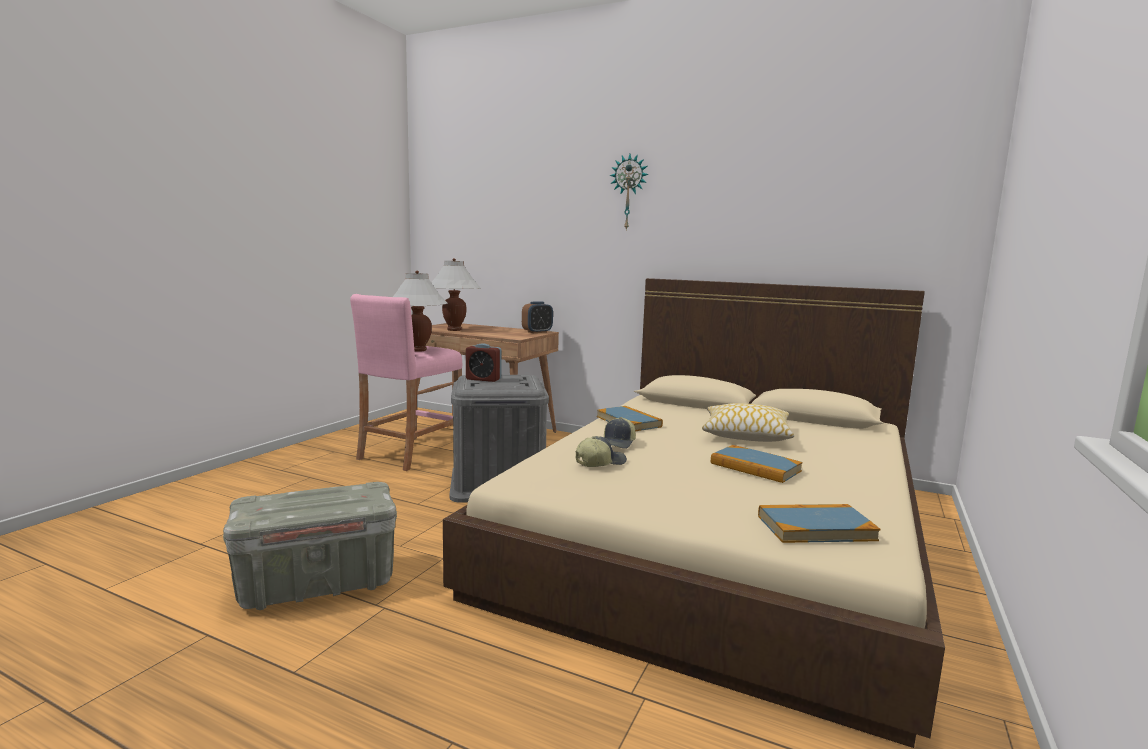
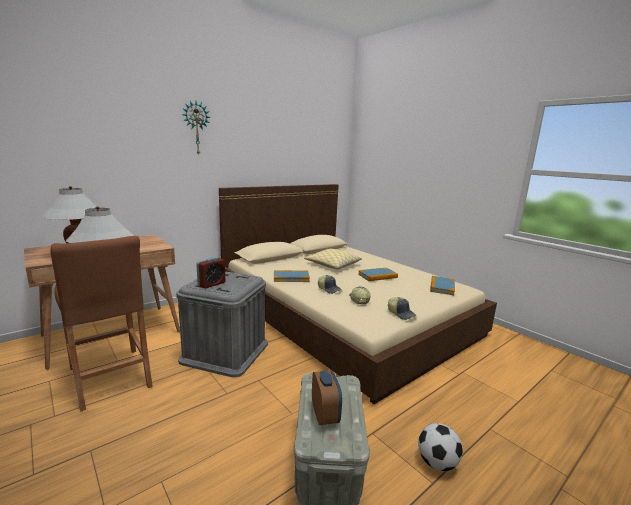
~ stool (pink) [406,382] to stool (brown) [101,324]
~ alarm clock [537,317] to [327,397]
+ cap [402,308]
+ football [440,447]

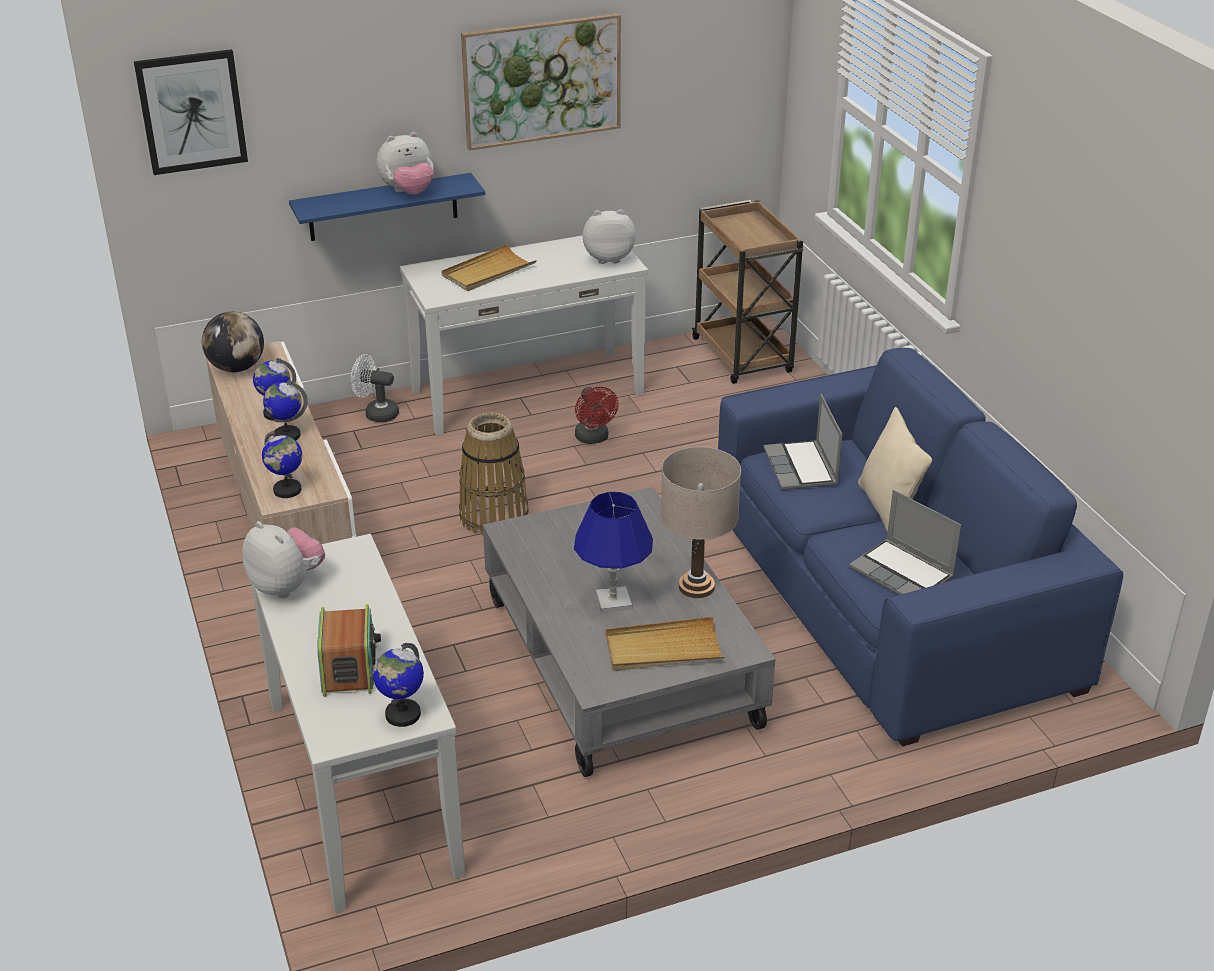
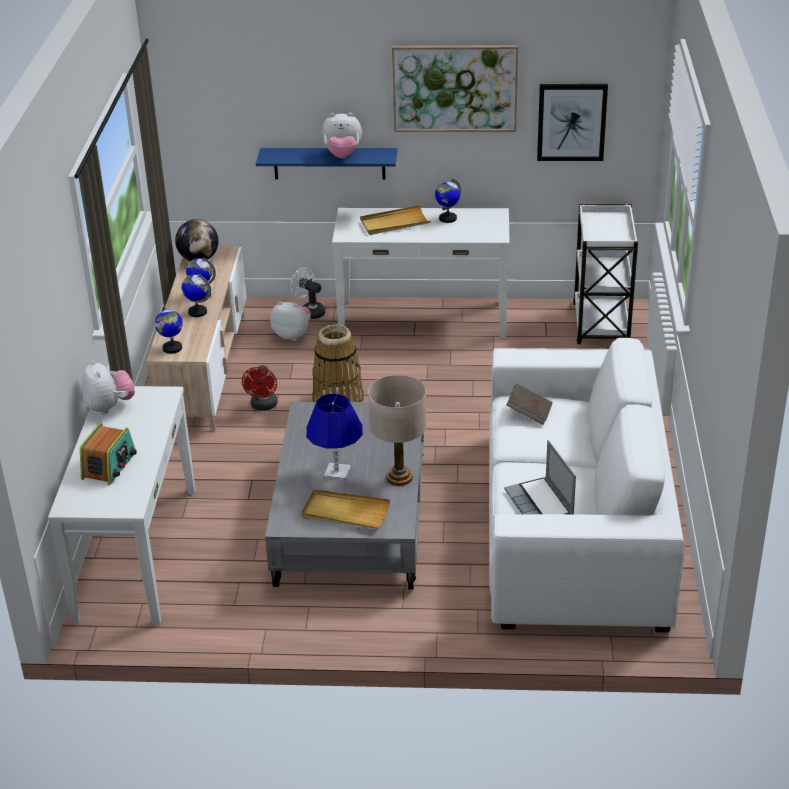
~ fan (red) [597,415] to [259,387]
~ plush toy [609,237] to [290,321]
~ globe [398,685] to [448,201]
~ sofa (blue) [920,547] to sofa (white) [587,485]
~ laptop [803,442] to book (brown) [529,404]
~ picture [191,112] to [572,122]
~ cart (brown) [747,292] to cart (white) [605,273]
- pillow (beige) [895,469]

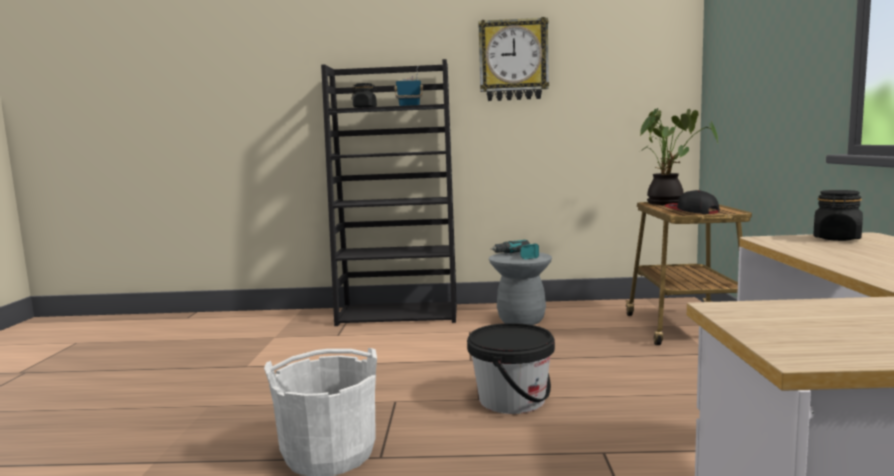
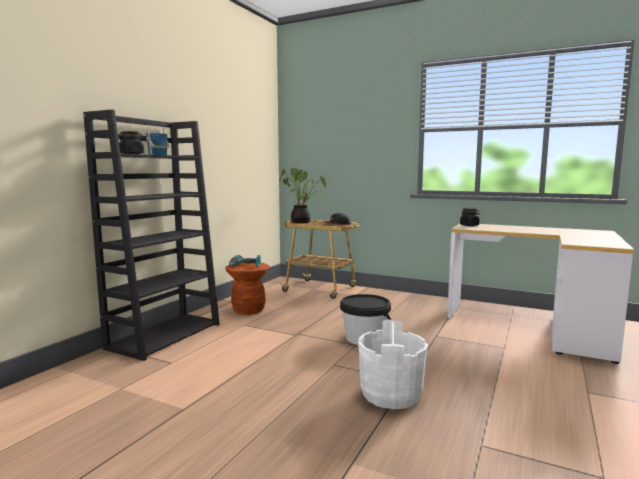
~ stool (grey) [520,288] to stool (brown) [247,288]
- wall clock [513,59]

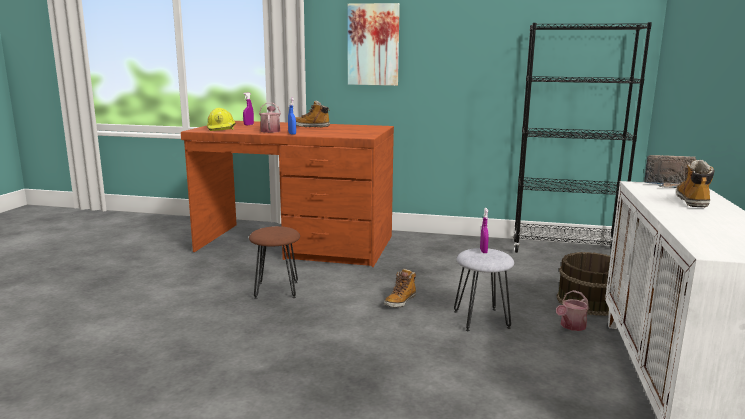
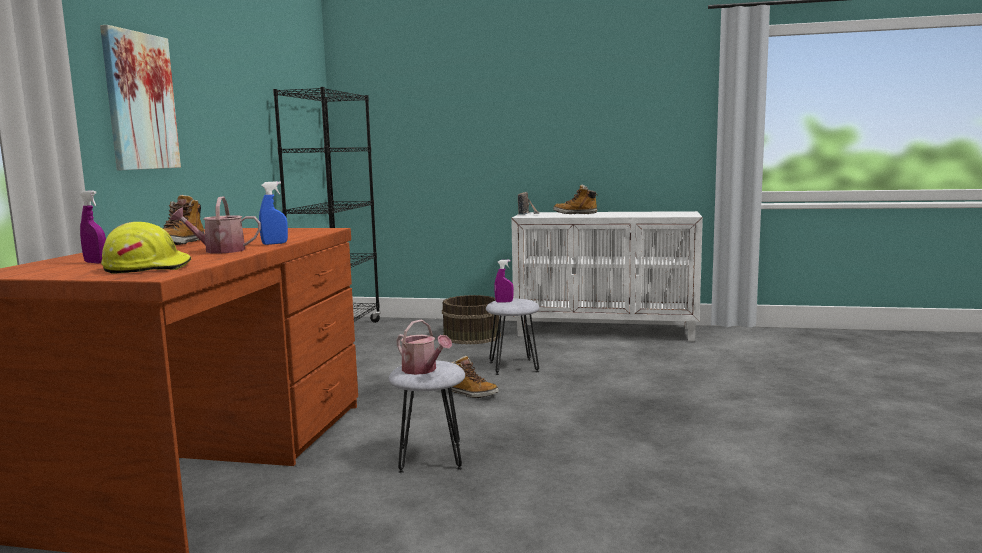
~ stool (brown) [274,262] to stool (grey) [427,416]
~ watering can [572,310] to [424,347]

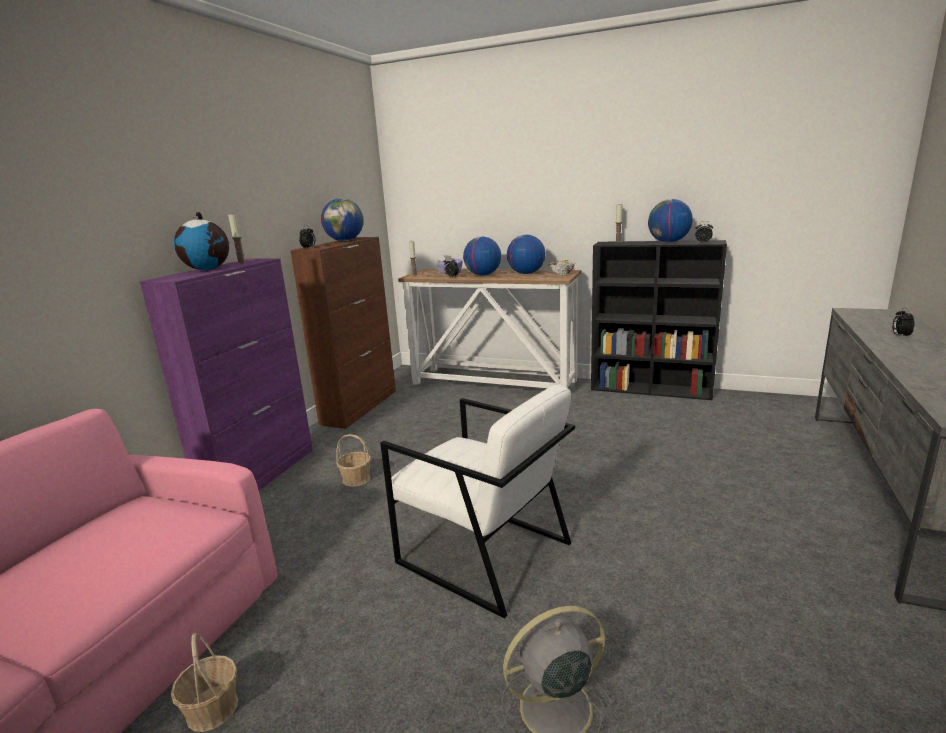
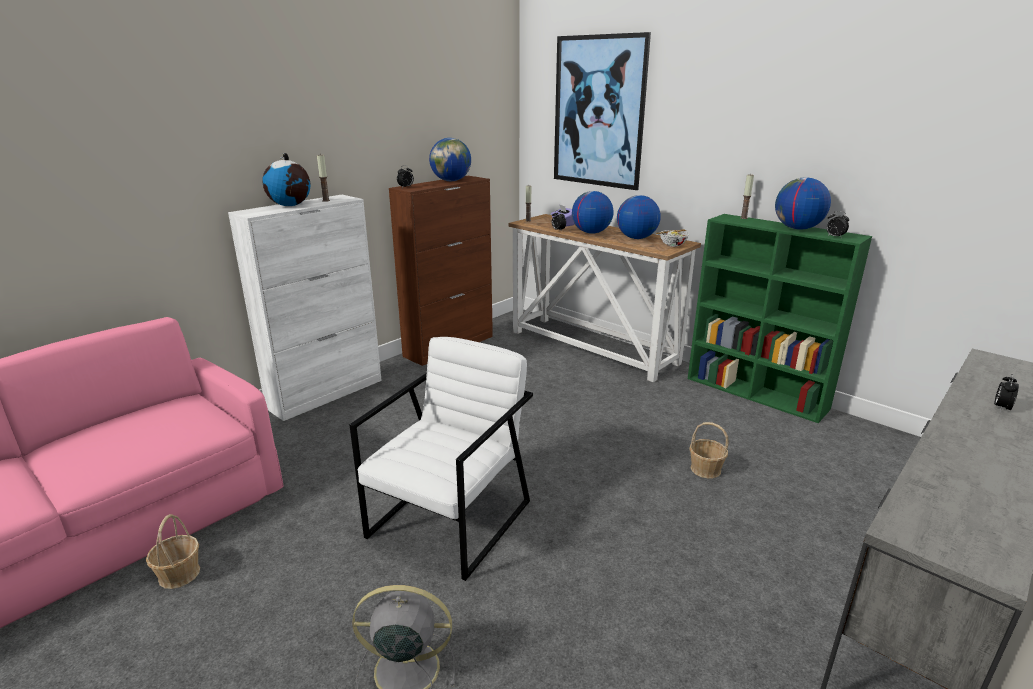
~ cabinet (purple) [226,374] to cabinet (white) [305,308]
~ armchair (white) [477,501] = [441,459] 120 degrees counterclockwise
+ picture [602,111]
~ bookcase (black) [659,320] to bookcase (green) [780,318]
~ basket [353,460] to [709,450]

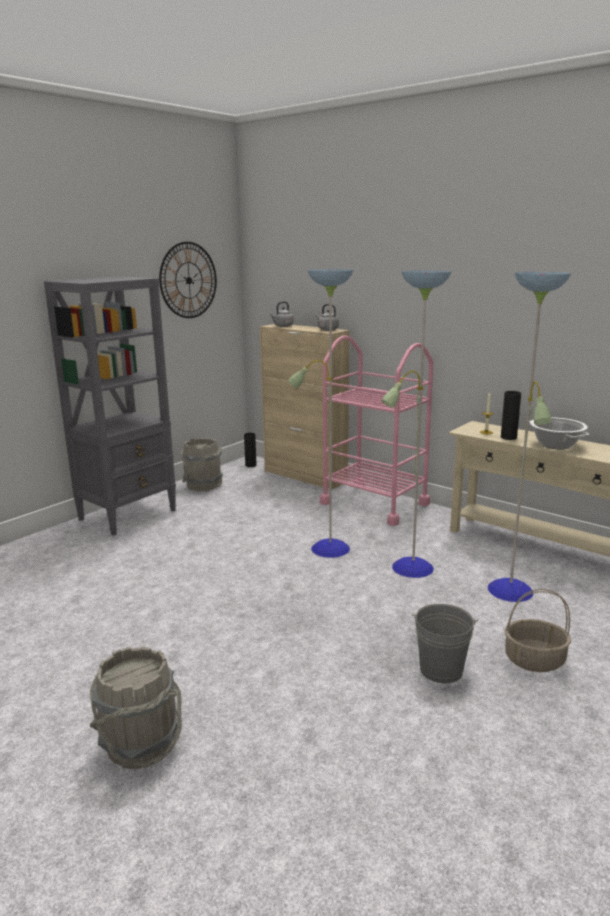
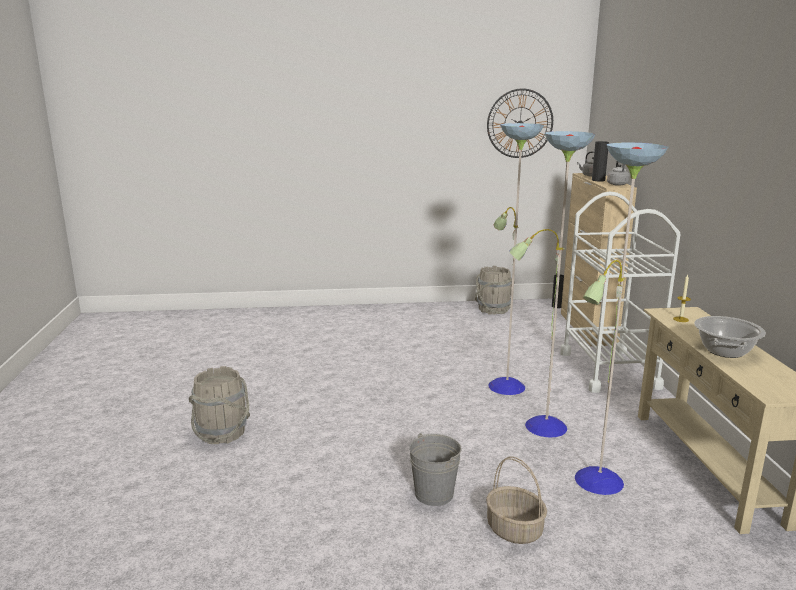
~ cart (pink) [377,431] to cart (white) [620,292]
~ vase (black) [511,415] to [600,161]
- bookcase (grey) [110,406]

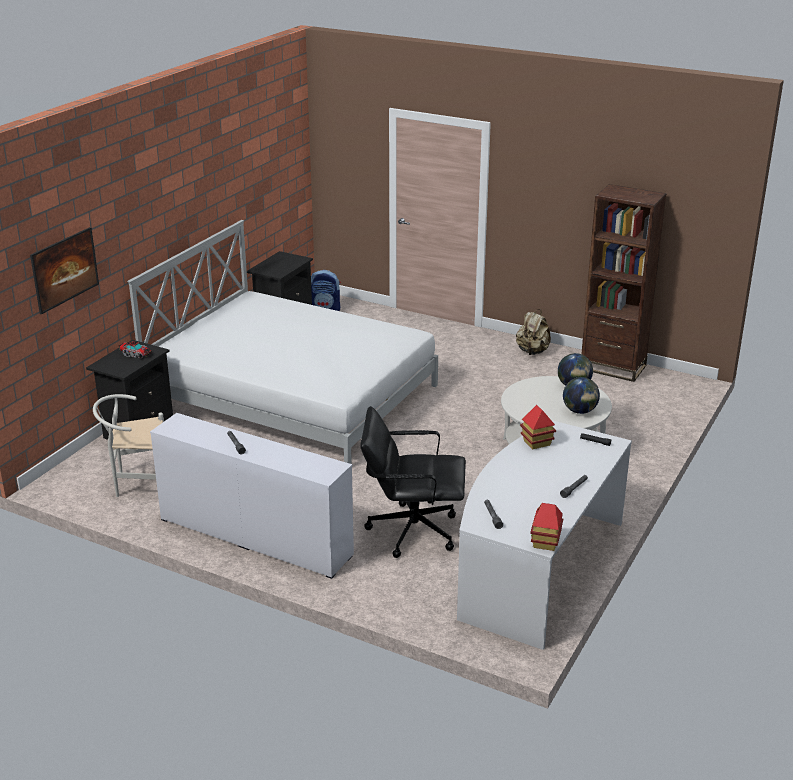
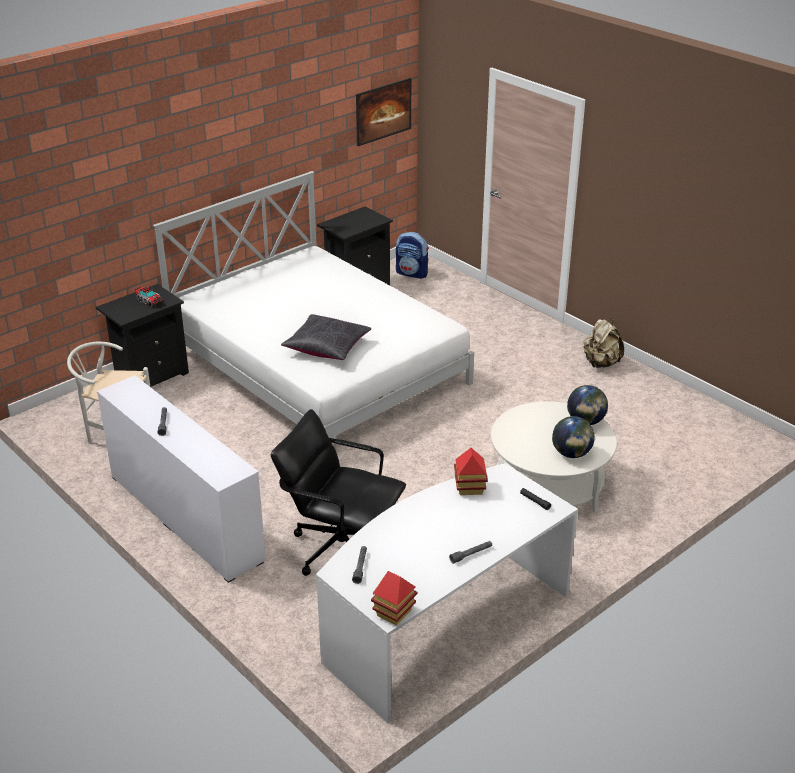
+ pillow (black) [326,337]
~ picture [64,270] to [383,112]
- bookcase (brown) [624,283]

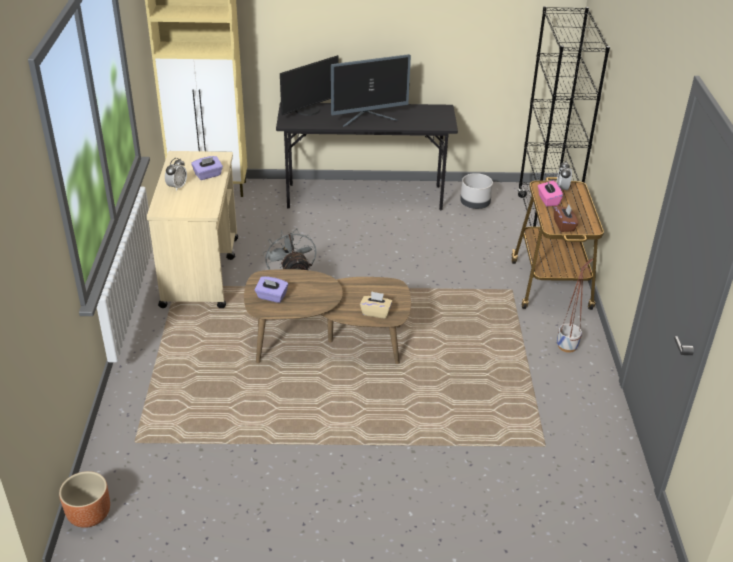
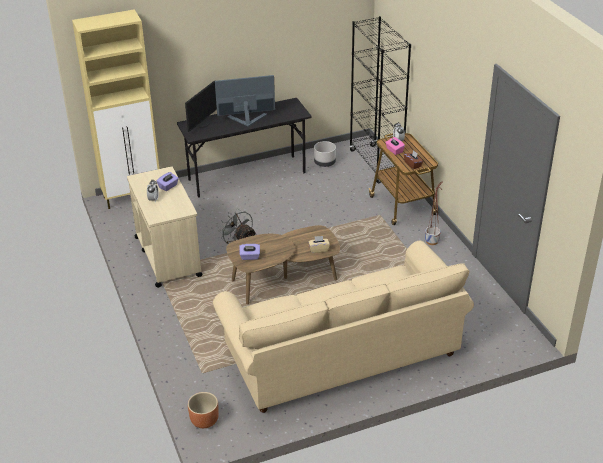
+ sofa (beige) [343,327]
~ monitor [371,90] = [245,101] 150 degrees counterclockwise

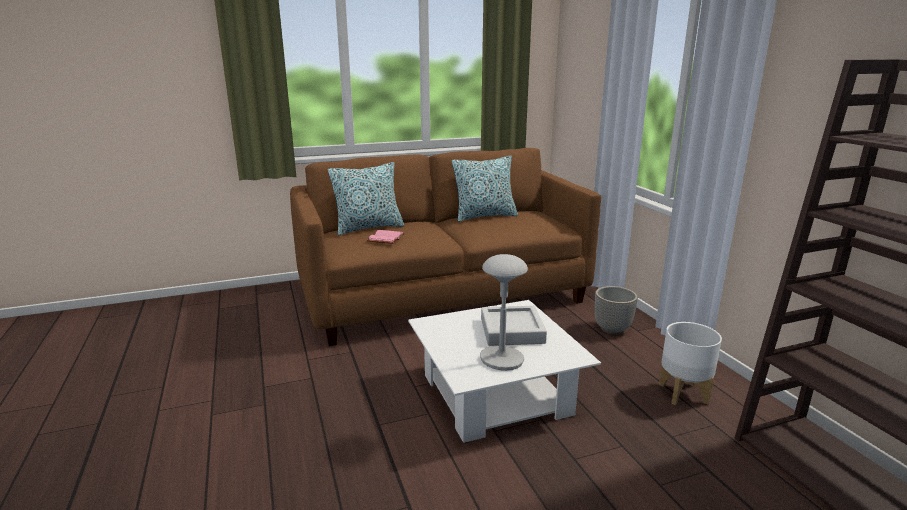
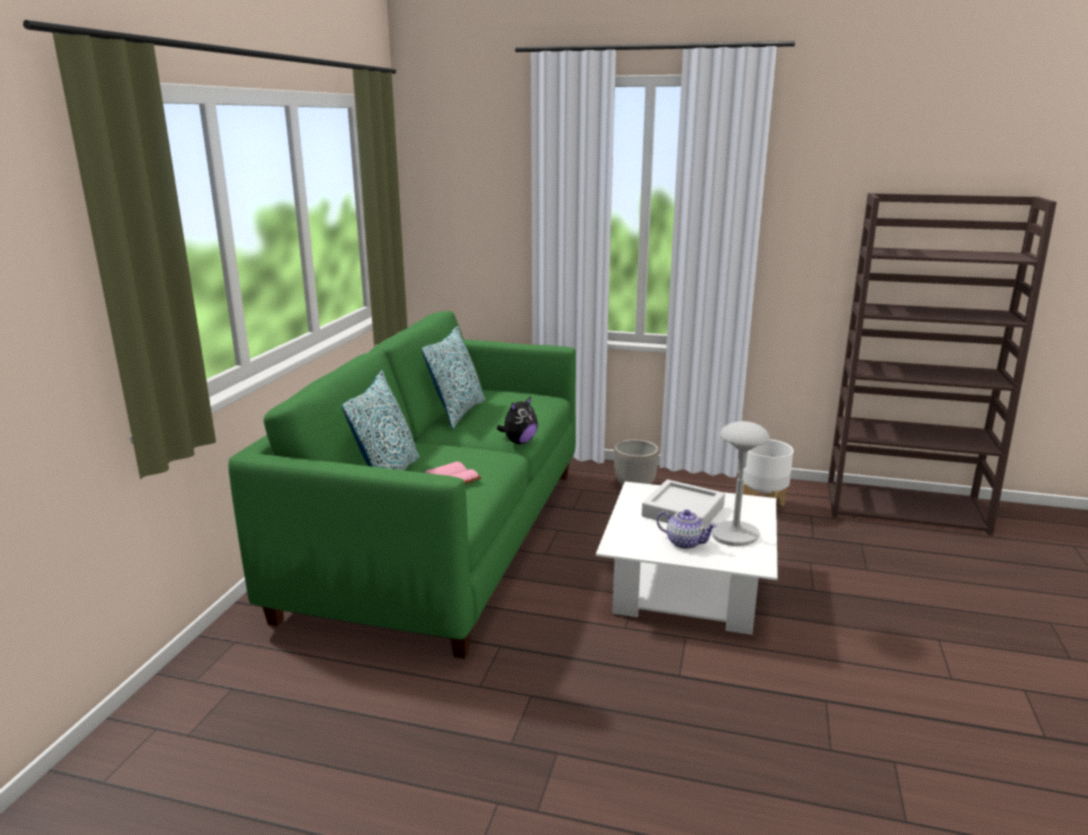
~ sofa (brown) [445,247] to sofa (green) [402,485]
+ plush toy [517,420]
+ teapot [687,529]

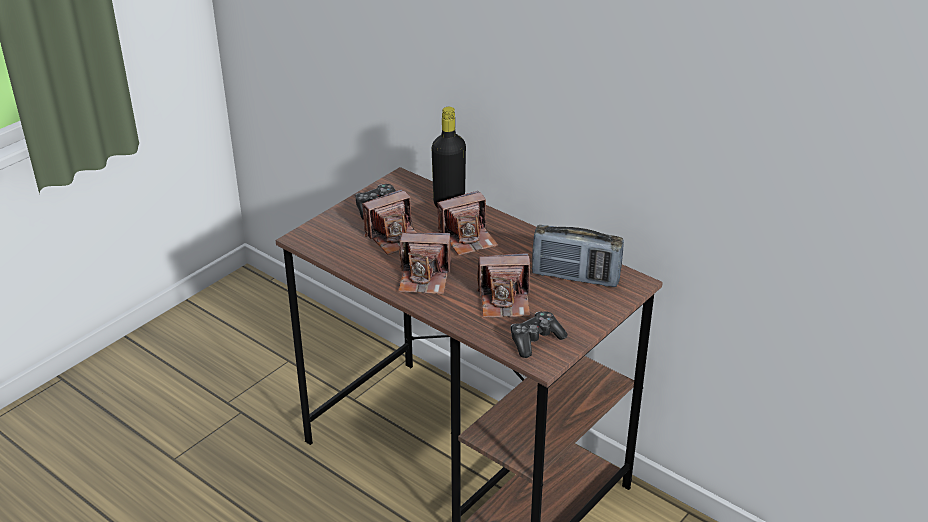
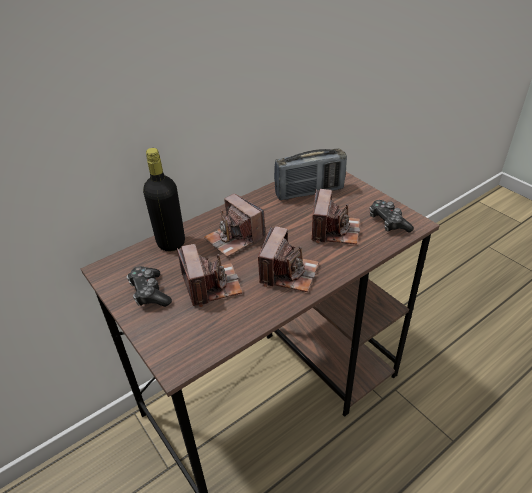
~ photo camera [467,223] = [235,225] 150 degrees clockwise
~ radio [578,256] = [310,174] 45 degrees clockwise

